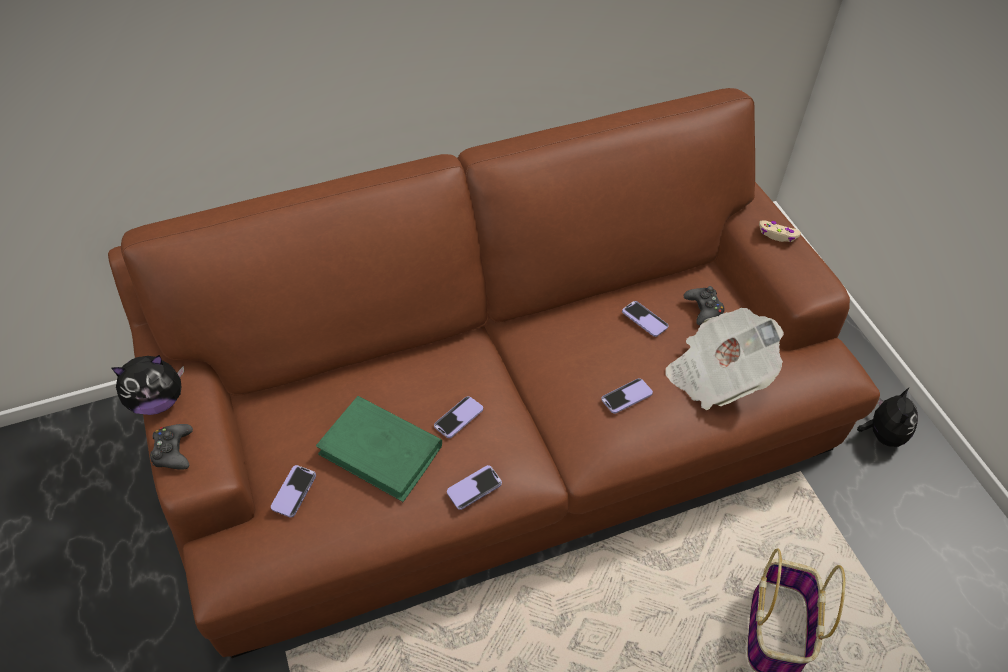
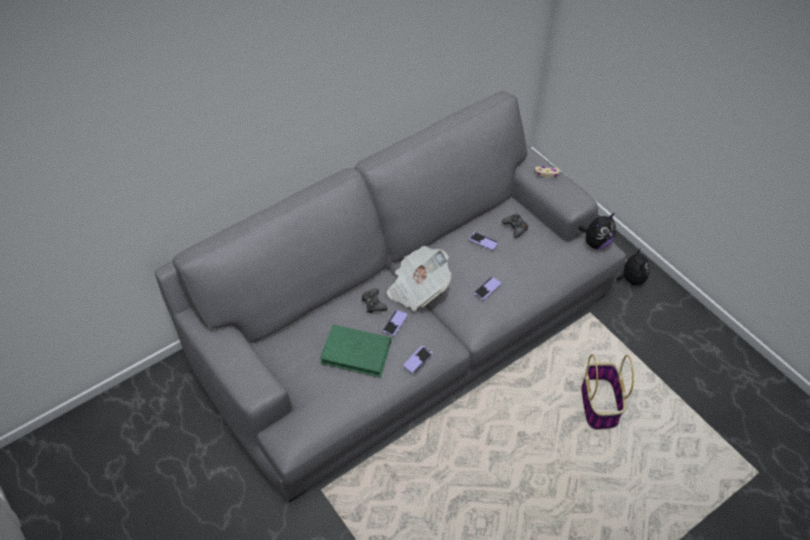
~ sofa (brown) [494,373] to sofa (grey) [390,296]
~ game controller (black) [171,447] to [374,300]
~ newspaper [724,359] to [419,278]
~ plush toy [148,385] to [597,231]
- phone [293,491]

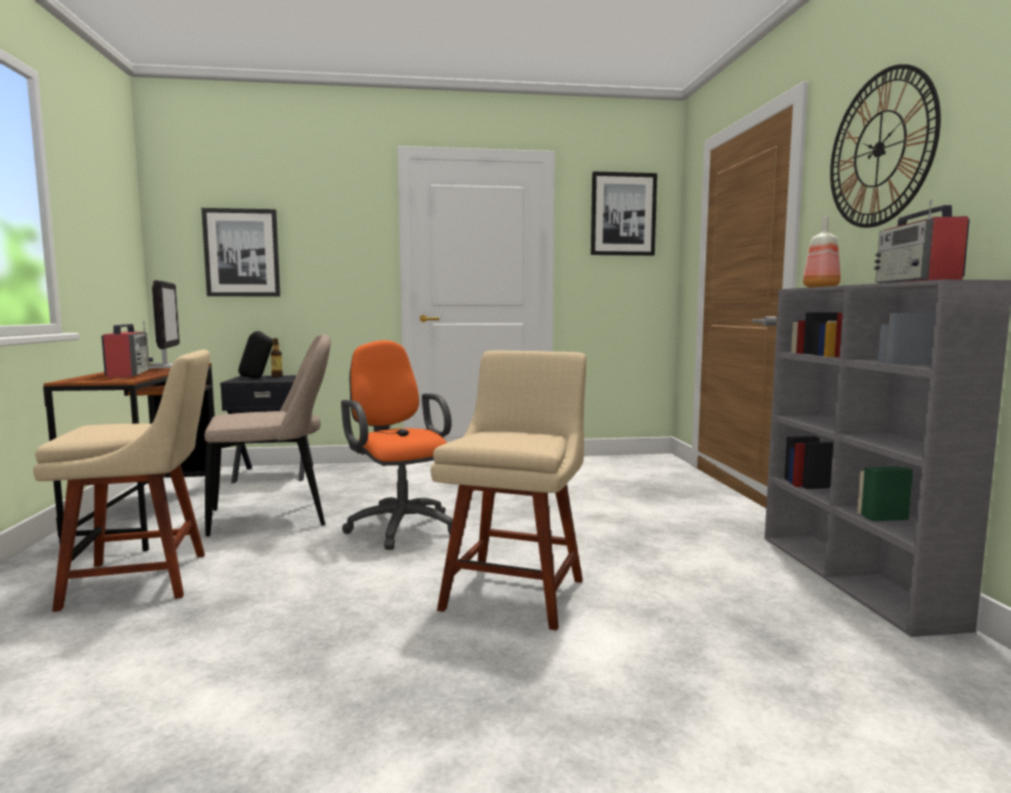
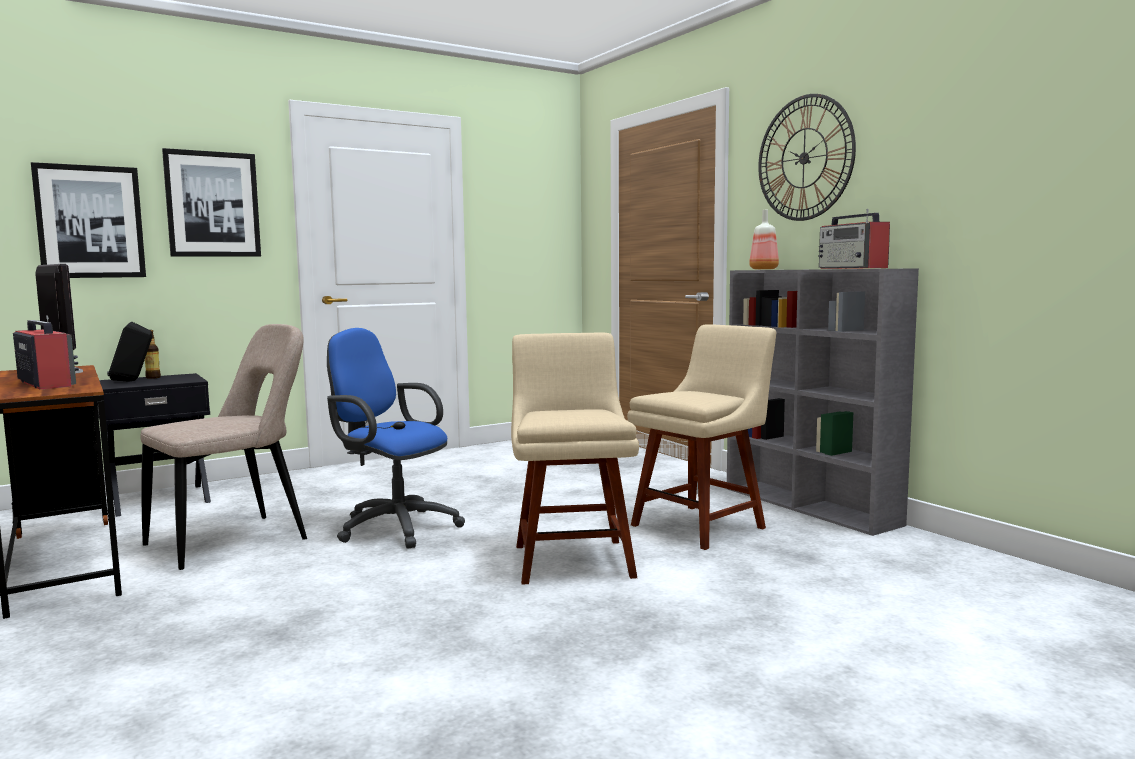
~ picture [624,213] to [211,202]
~ office chair (orange) [397,445] to office chair (blue) [396,438]
~ chair (beige) [121,481] to [701,437]

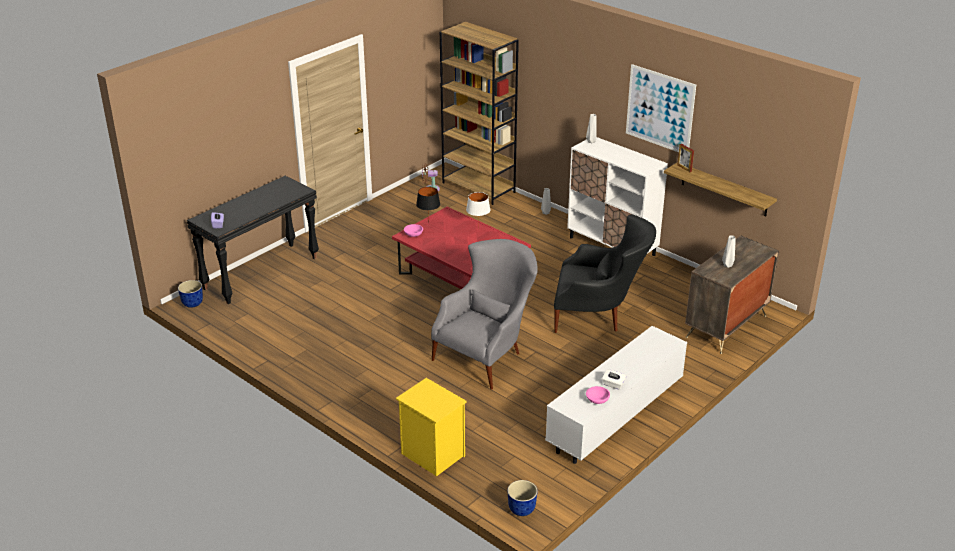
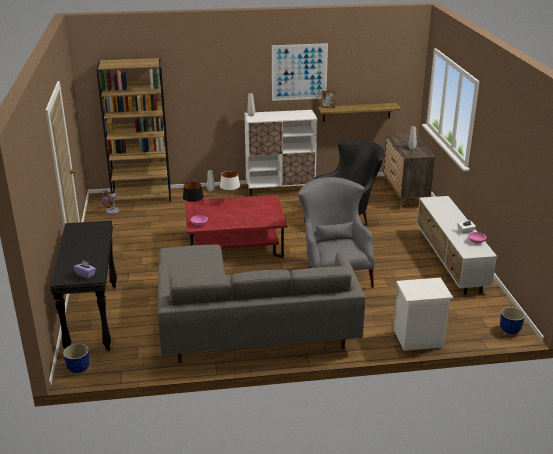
+ sofa (grey) [262,304]
~ nightstand (yellow) [431,427] to nightstand (white) [423,314]

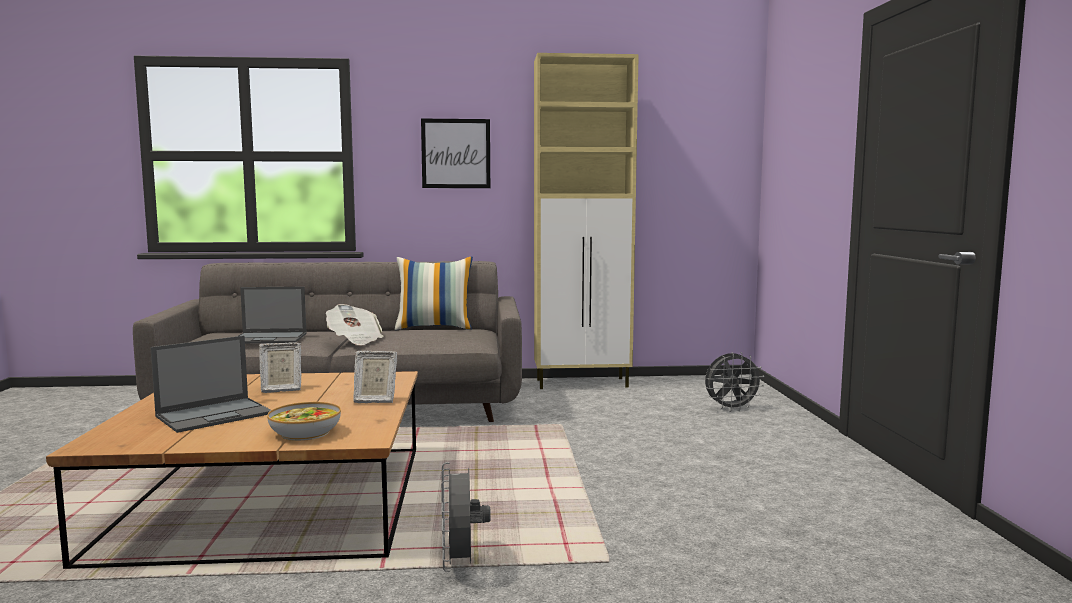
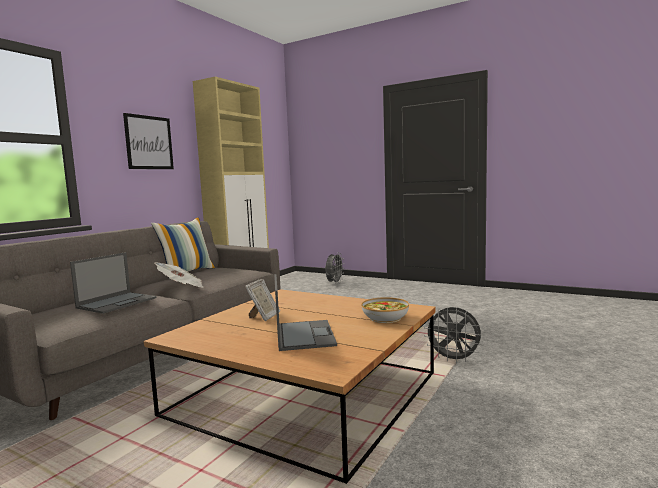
- picture frame [375,377]

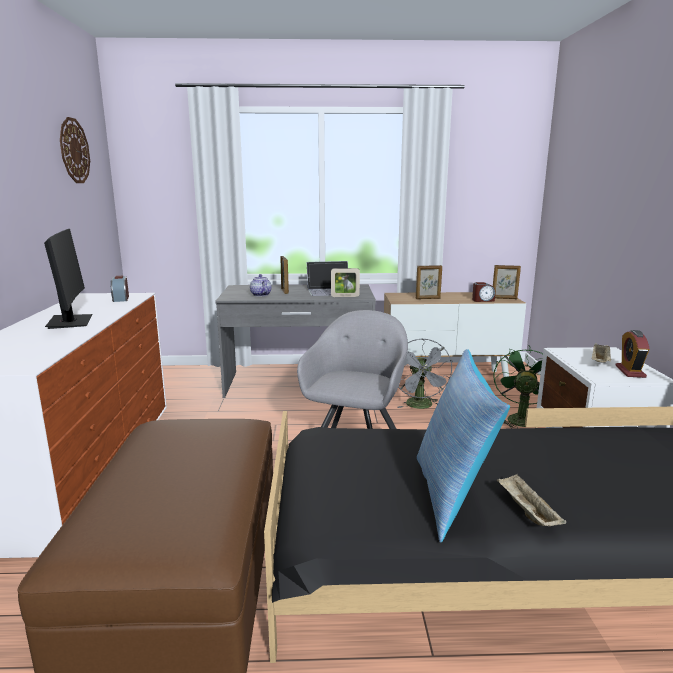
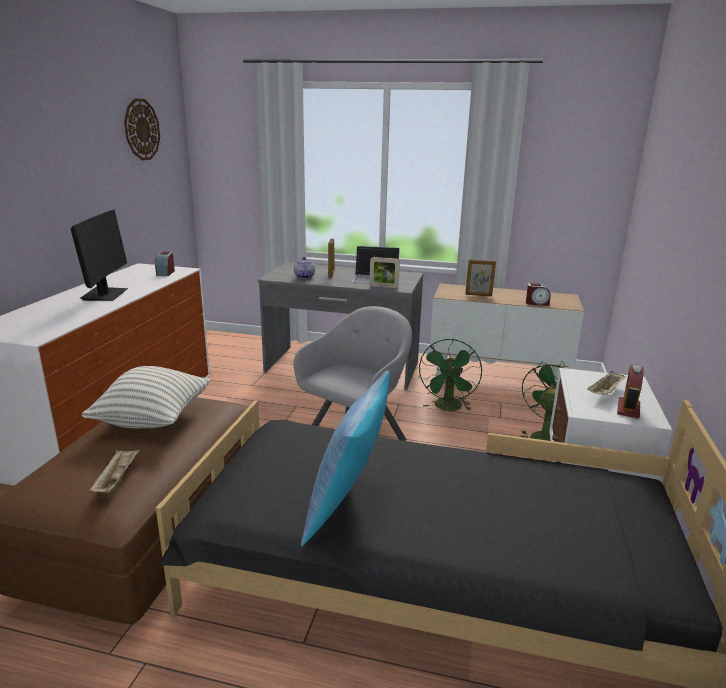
+ pillow [146,397]
~ tray (beige) [531,500] to [114,471]
~ fan (grey) [425,374] to fan (green) [450,375]
- picture frame [507,282]

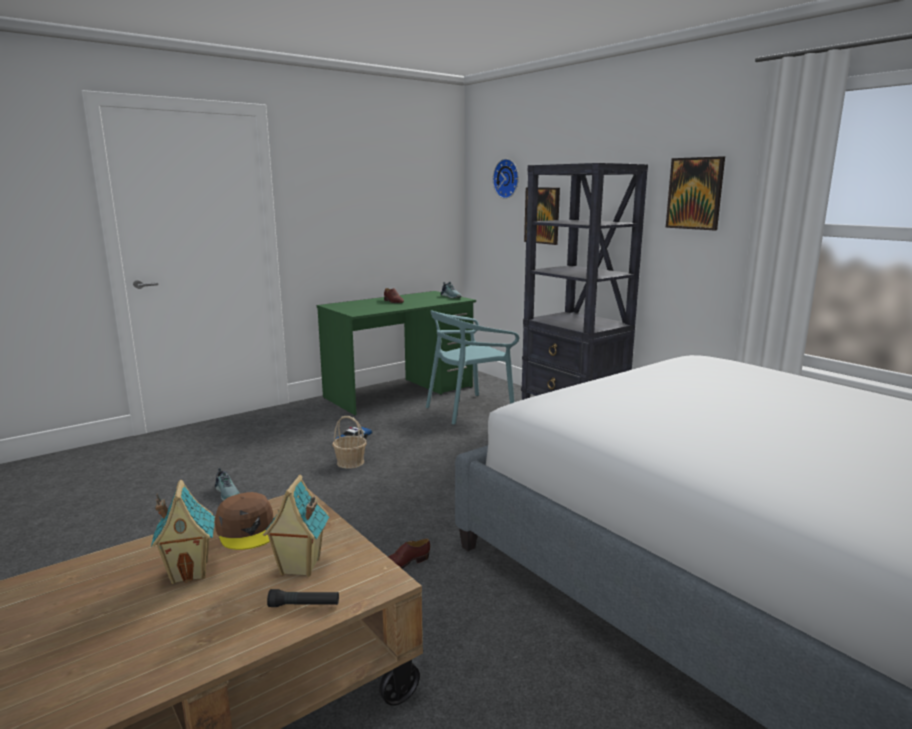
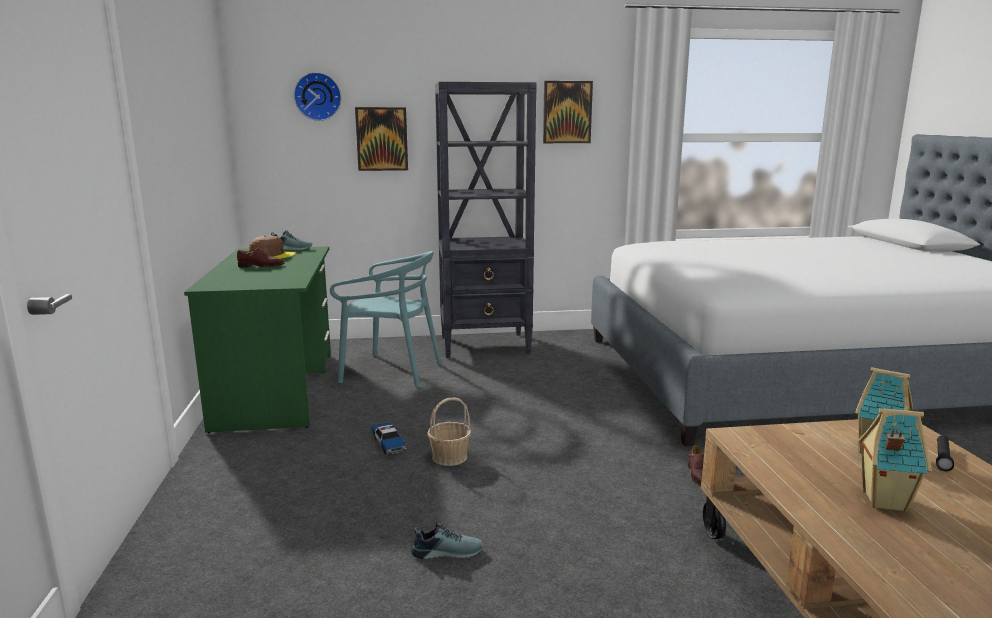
~ cap (brown) [244,521] to [272,246]
~ chair (turquoise) [472,367] = [386,319] 75 degrees counterclockwise

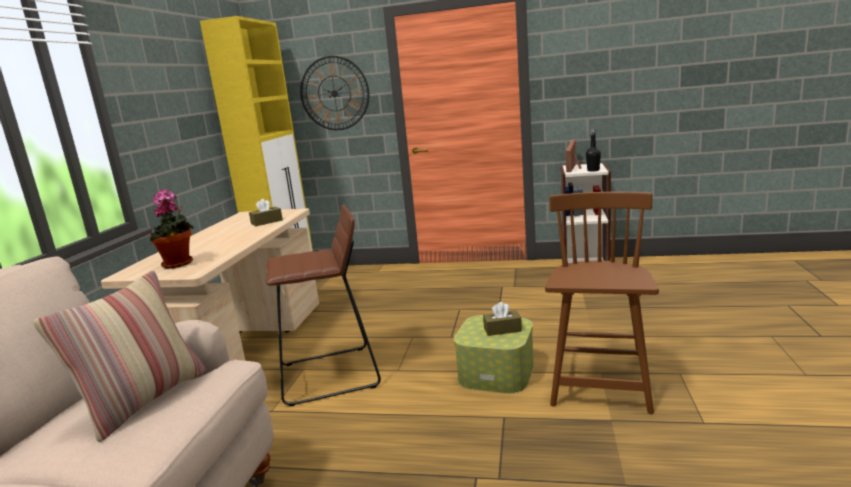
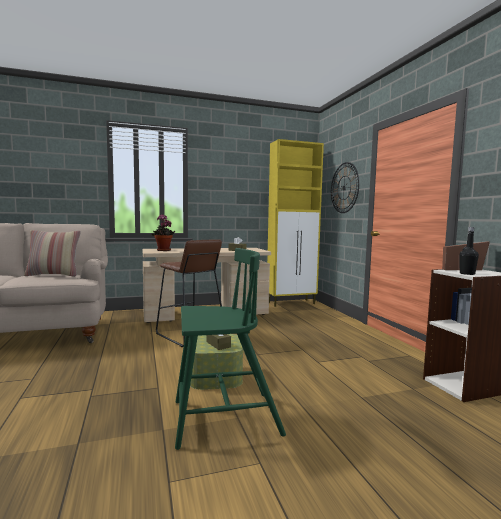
~ chair (brown) [602,303] to chair (green) [230,349]

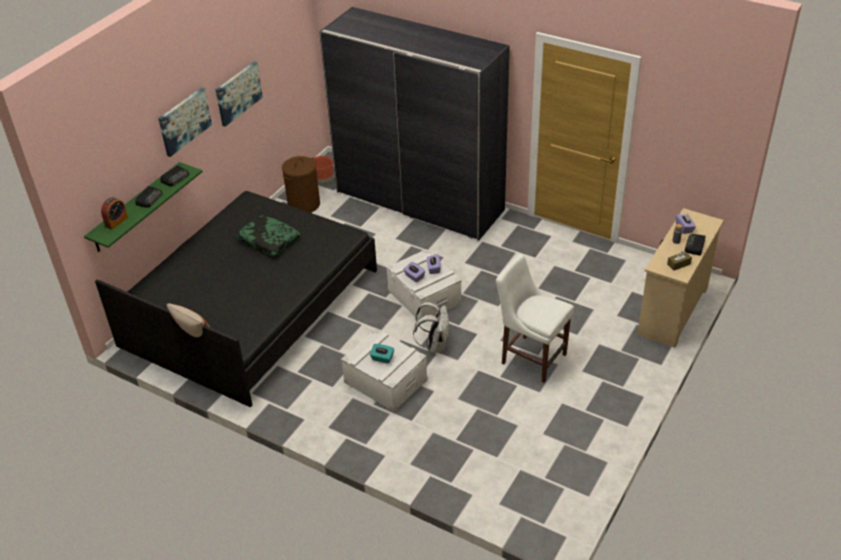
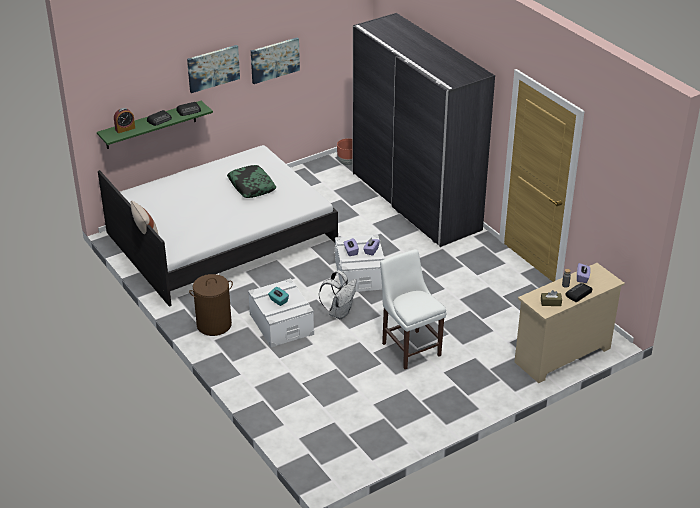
~ bed (black) [236,299] to bed (white) [218,226]
~ laundry basket (brown) [301,184] to [211,305]

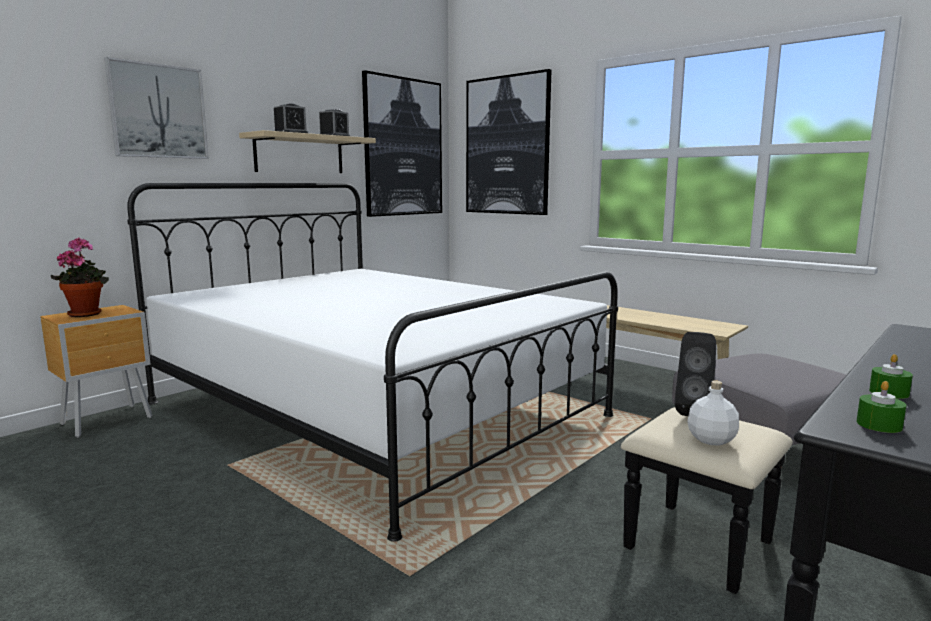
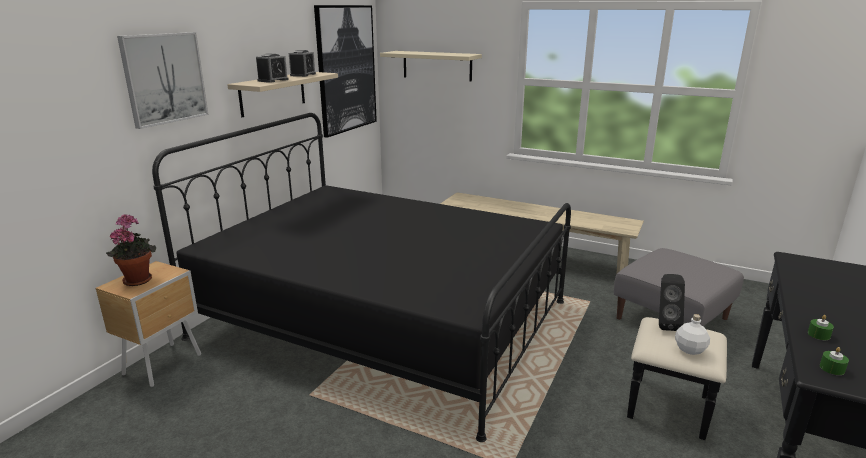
~ bed (white) [372,362] to bed (black) [361,277]
~ picture [508,142] to shelf (beige) [431,66]

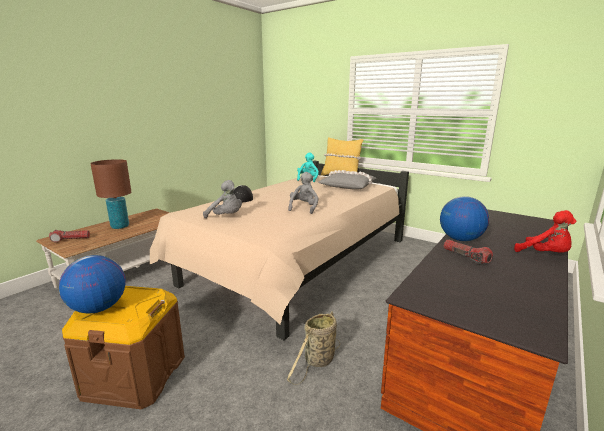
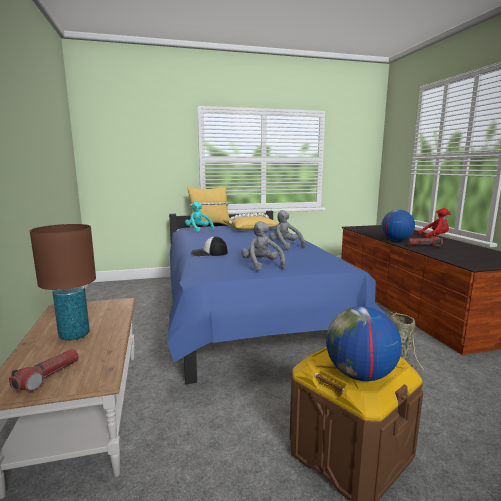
~ bed (beige) [279,250] to bed (blue) [276,297]
~ pillow (grey) [347,180] to pillow (yellow) [250,221]
~ plush toy (grey) [222,199] = [263,246] 90 degrees counterclockwise

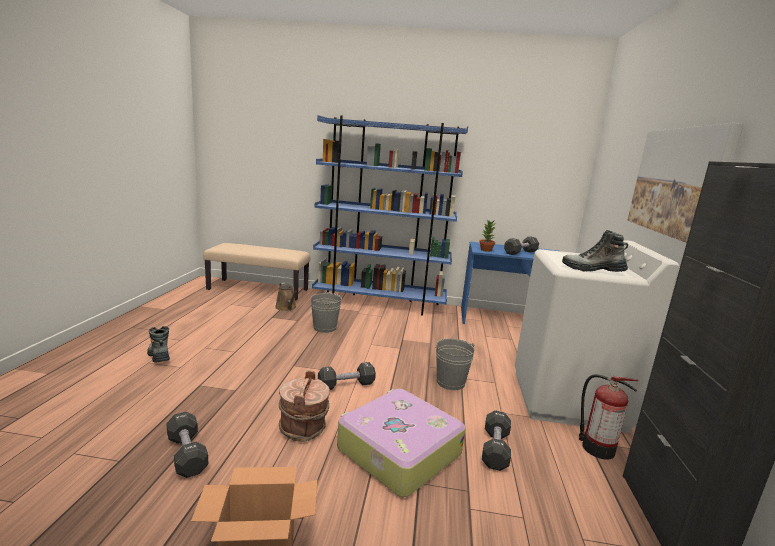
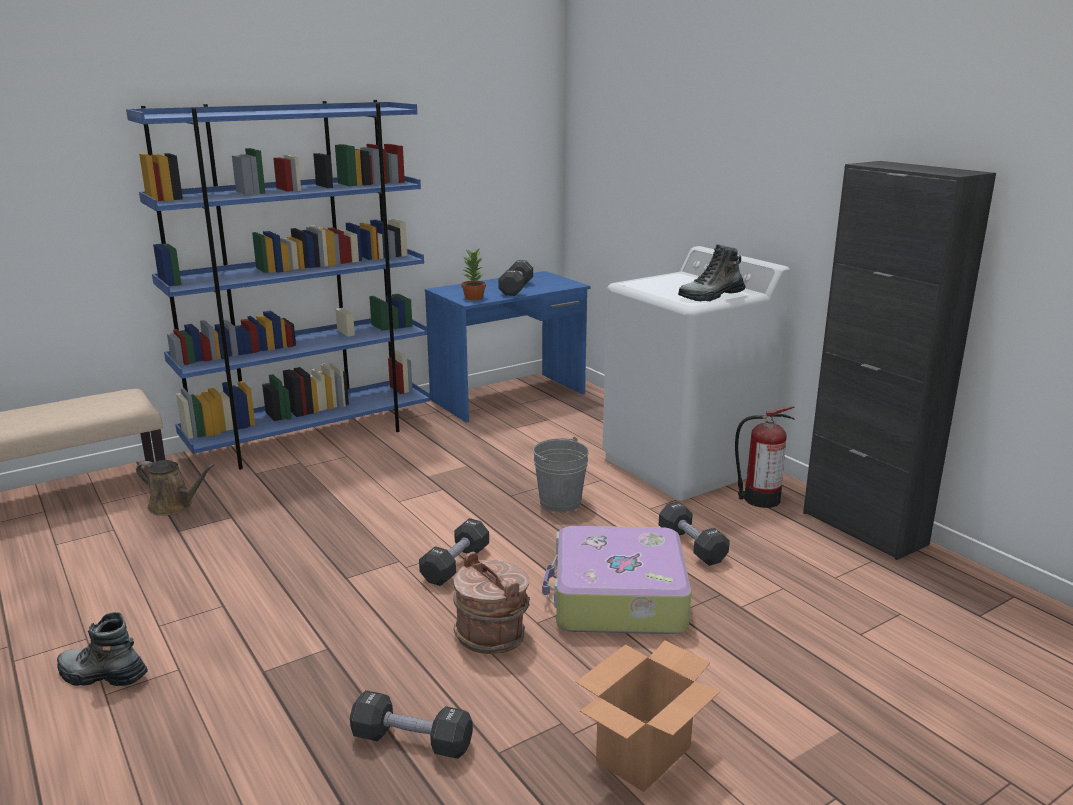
- bucket (grey) [326,312]
- picture [685,183]

